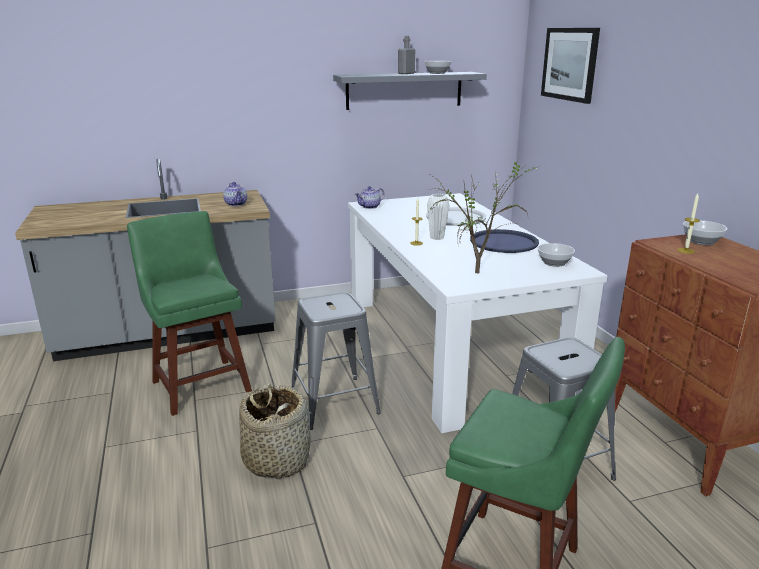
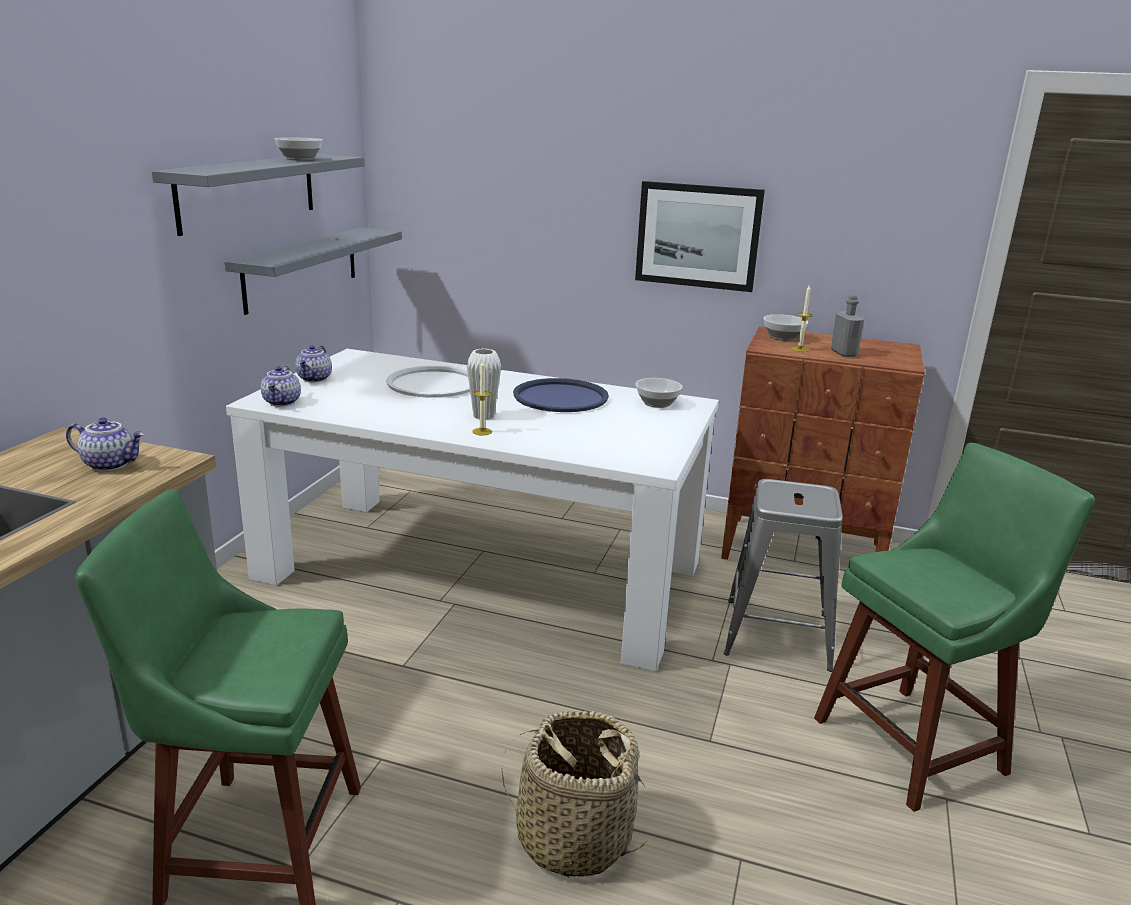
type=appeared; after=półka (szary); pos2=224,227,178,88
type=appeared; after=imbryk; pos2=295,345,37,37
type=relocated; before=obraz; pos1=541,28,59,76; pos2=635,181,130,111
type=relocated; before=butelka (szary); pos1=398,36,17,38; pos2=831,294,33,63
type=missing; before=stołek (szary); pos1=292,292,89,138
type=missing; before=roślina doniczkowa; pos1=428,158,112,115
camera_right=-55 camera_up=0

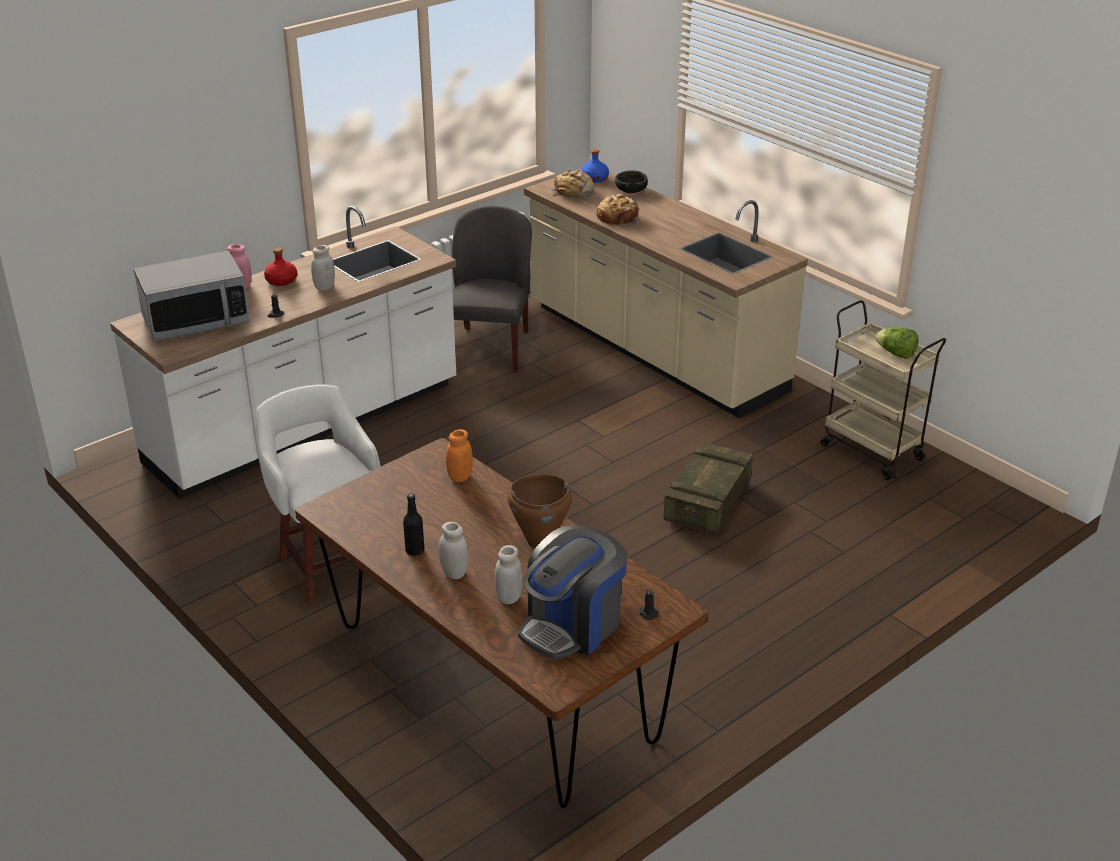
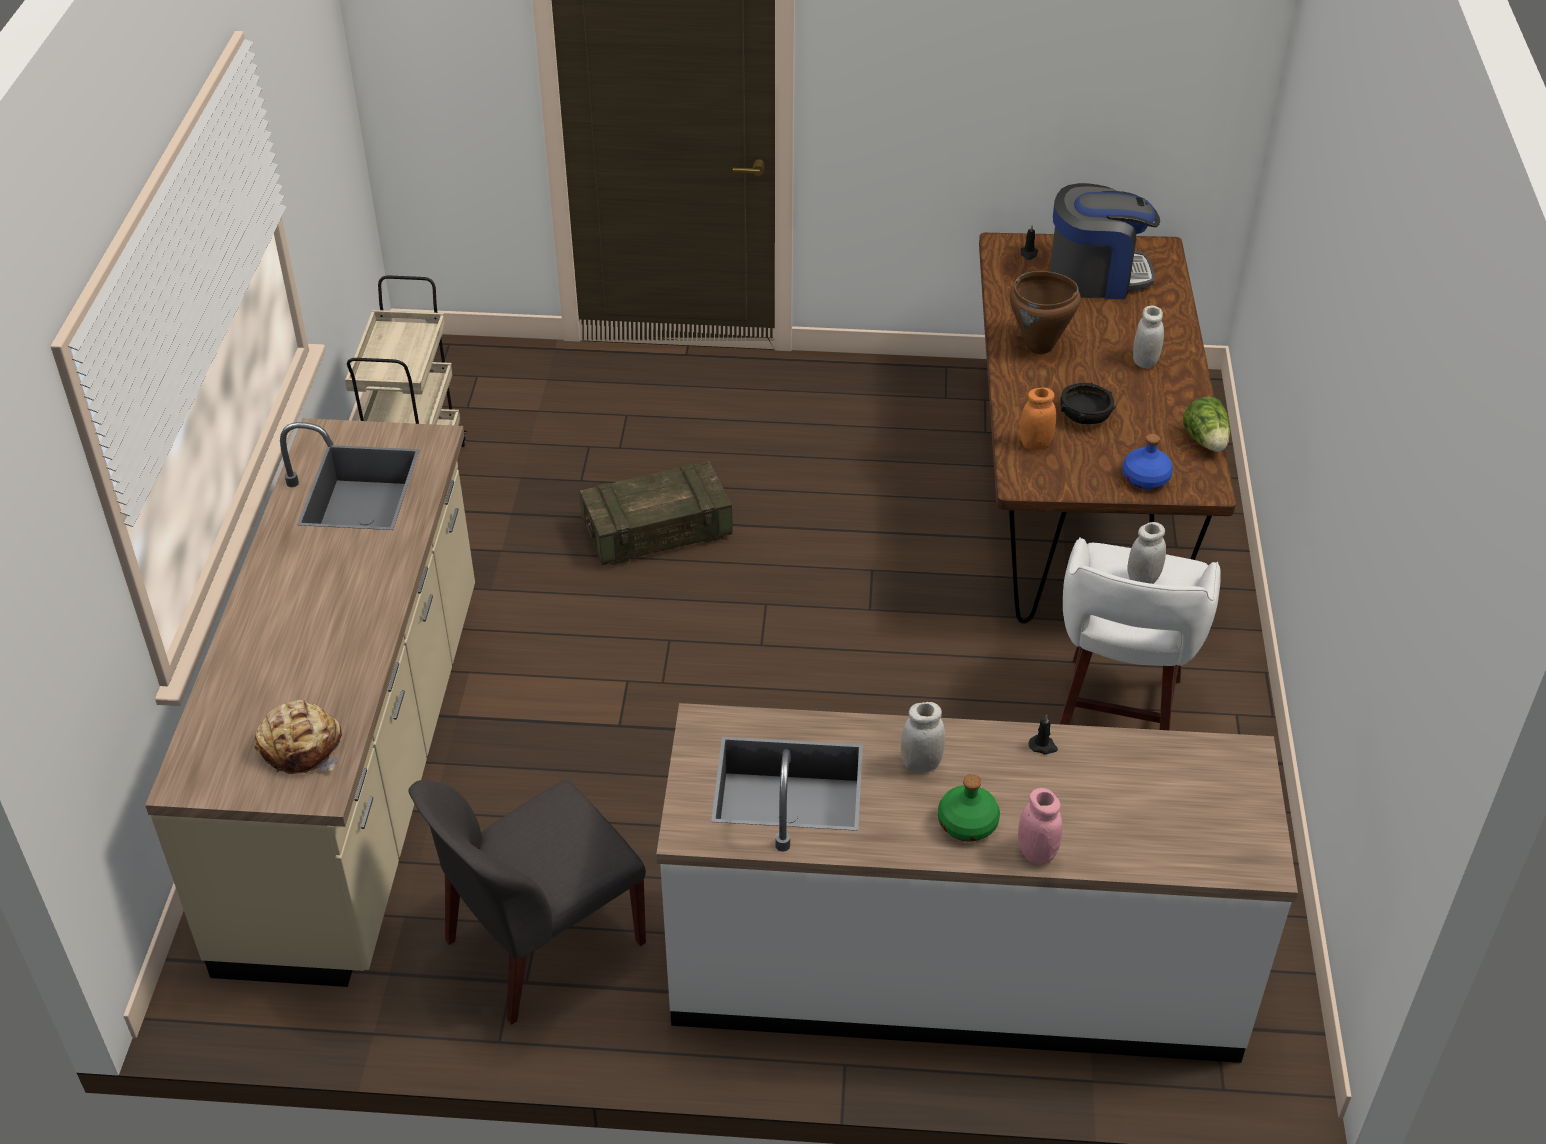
type=colour; before=butelka (czerwony); after=butelka (zielony); pos1=264,248,33,38; pos2=938,774,62,68
type=relocated; before=miska (czarny); pos1=615,170,33,23; pos2=1060,383,56,41
type=relocated; before=butelka (niebieski); pos1=581,149,28,34; pos2=1122,434,51,56
type=relocated; before=słoik (biały); pos1=495,545,27,59; pos2=1128,522,38,62
type=relocated; before=sałata; pos1=876,327,43,32; pos2=1183,397,47,55
type=missing; before=mikrofalówka; pos1=134,251,116,90
type=missing; before=butelka (czarny); pos1=403,493,21,63
type=missing; before=chleb; pos1=596,194,44,31
camera_right=-135 camera_up=10

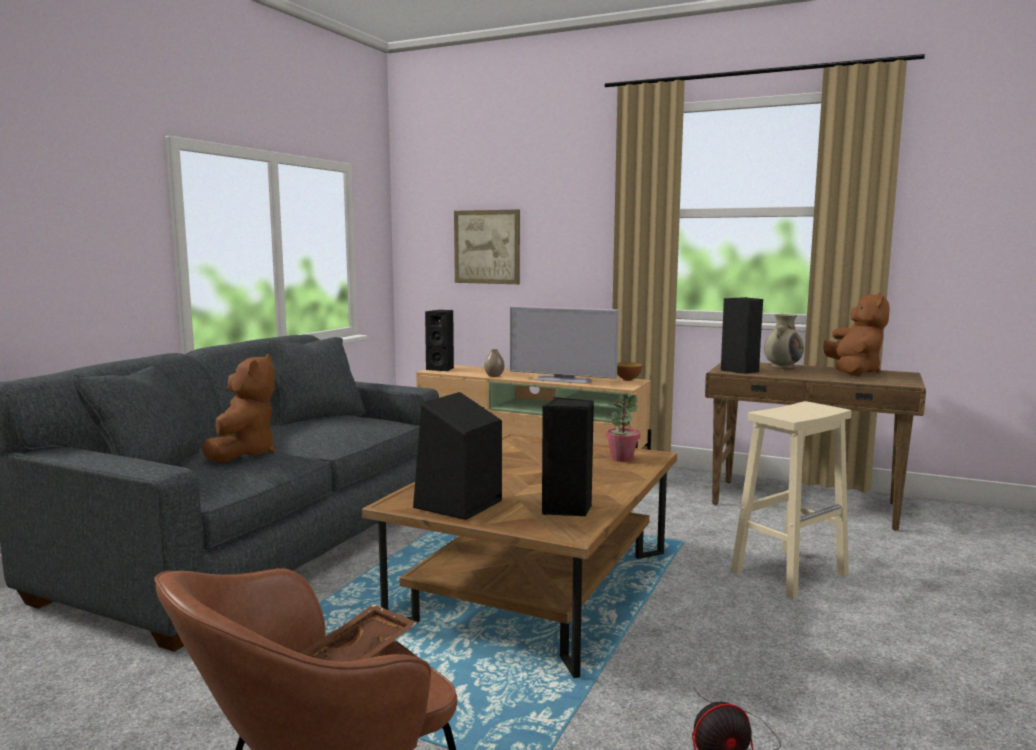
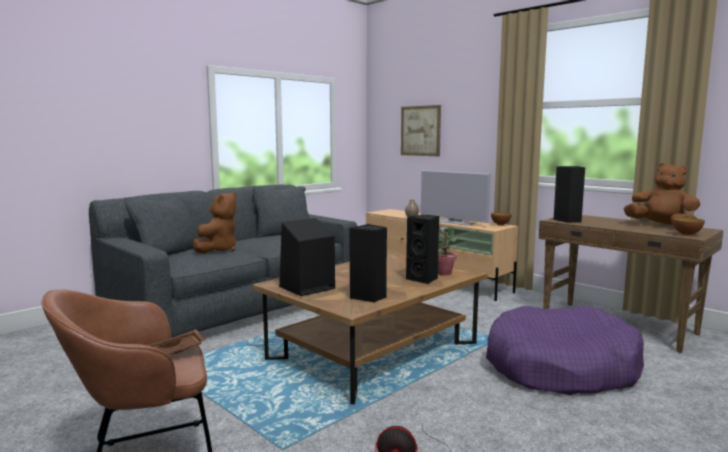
type=relocated; before=głośnik (czarny); pos1=425,310,29,62; pos2=406,215,33,69
type=exchanged; before=stołek (beżowy); after=legowisko (fioletowy); pos1=731,401,120,198; pos2=486,306,158,89
type=spun; before=pluszak (brązowy); pos1=823,293,67,83; pos2=624,163,76,62; turn=-75
type=appeared; after=miska; pos2=672,217,33,19
type=missing; before=wazon (beżowy); pos1=764,314,40,55
camera_right=20 camera_up=0

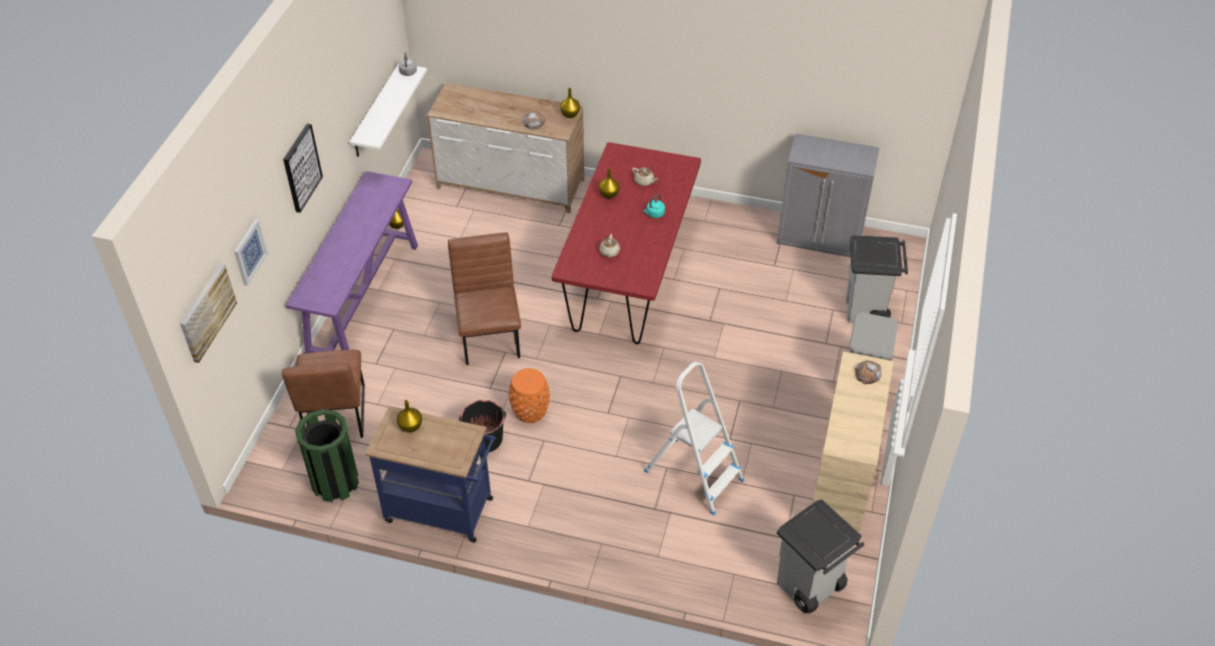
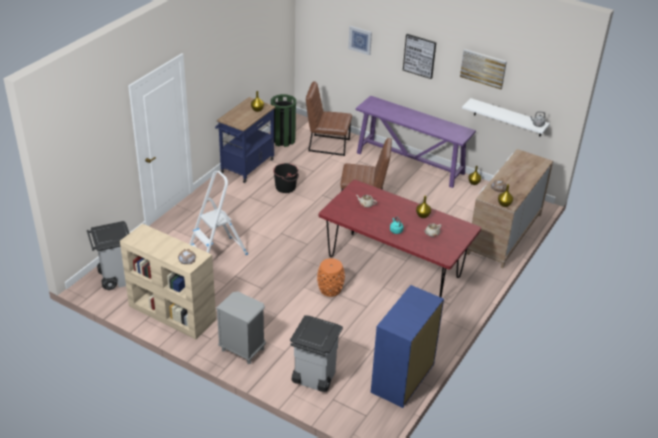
type=relocated; before=stołek (pomarańczowy); pos1=509,368,41,55; pos2=317,258,28,39
type=colour; before=szafka (szary); after=szafka (niebieski); pos1=777,133,102,124; pos2=371,285,73,123
type=relocated; before=obraz; pos1=180,263,57,100; pos2=460,49,47,41
camera_right=105 camera_up=-10

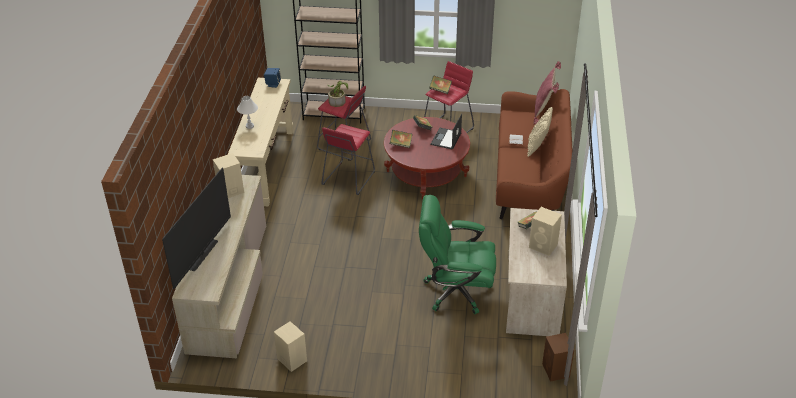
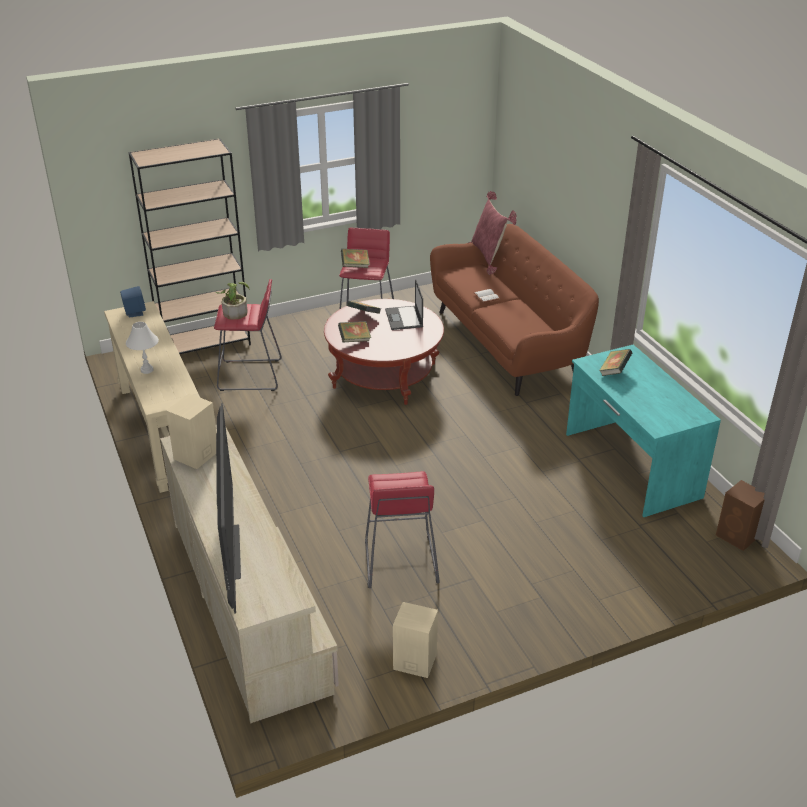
type=relocated; before=stołek (czerwony); pos1=322,124,53,71; pos2=365,471,75,117
type=colour; before=biurko (beżowy); after=biurko (turkusowy); pos1=506,208,61,128; pos2=566,345,155,172
type=missing; before=krzesło biurowe (zielony); pos1=419,195,77,119
type=missing; before=poduszka (beżowy); pos1=527,107,26,50
type=missing; before=głośnik (beżowy); pos1=529,207,33,49
camera_right=-30 camera_up=-5

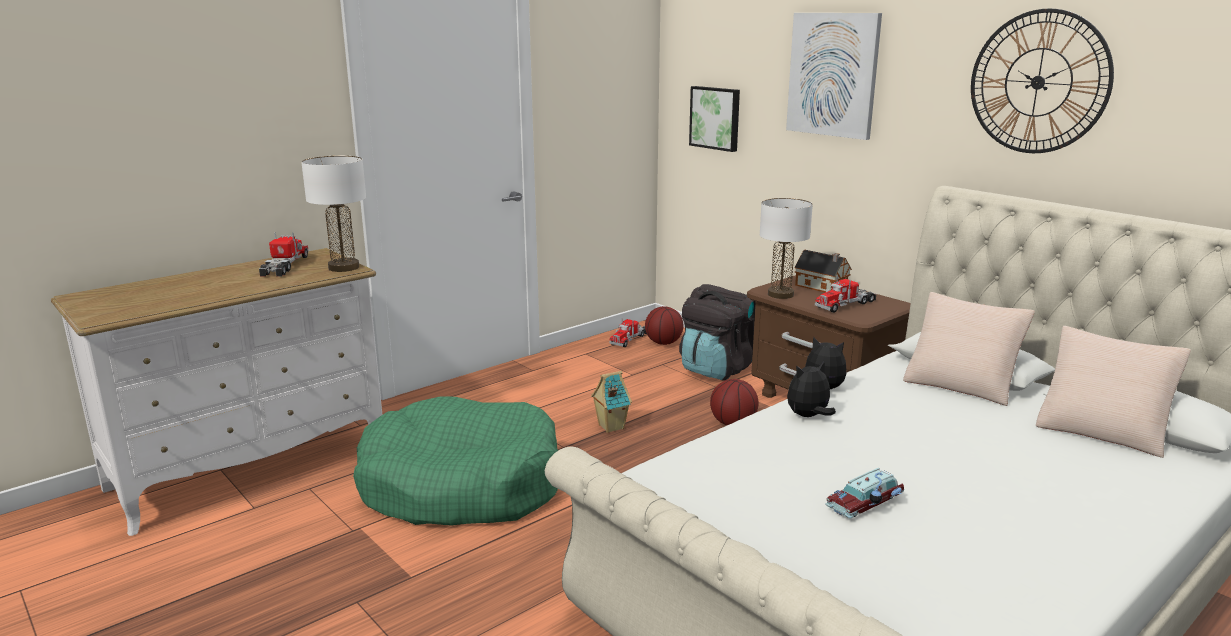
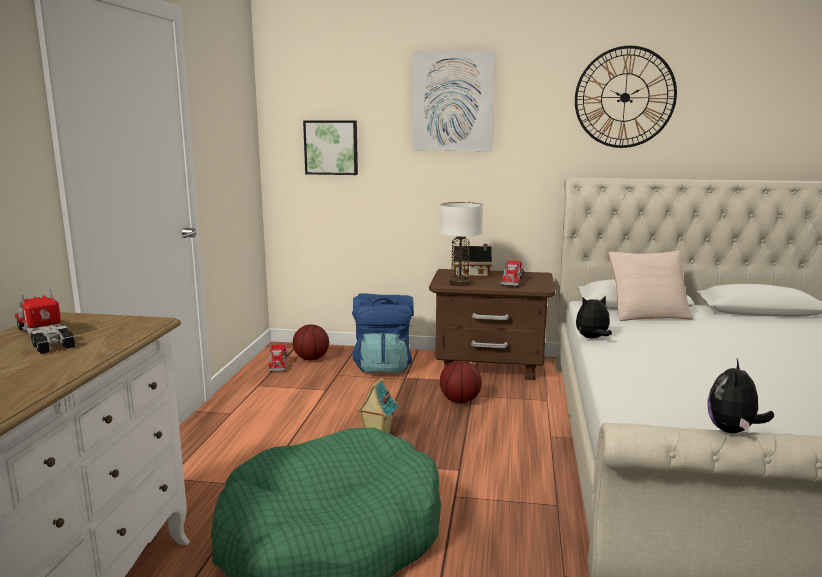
type=colour; before=plecak (czarny); after=plecak (niebieski); pos1=679,284,77,96; pos2=352,293,61,80
type=relocated; before=pluszak; pos1=787,361,49,56; pos2=707,359,67,74
type=missing; before=lampa stołowa; pos1=301,156,65,116
type=missing; before=samochodzik; pos1=826,468,78,51
type=missing; before=poduszka (beżowy); pos1=1036,326,155,132
camera_right=-40 camera_up=-5

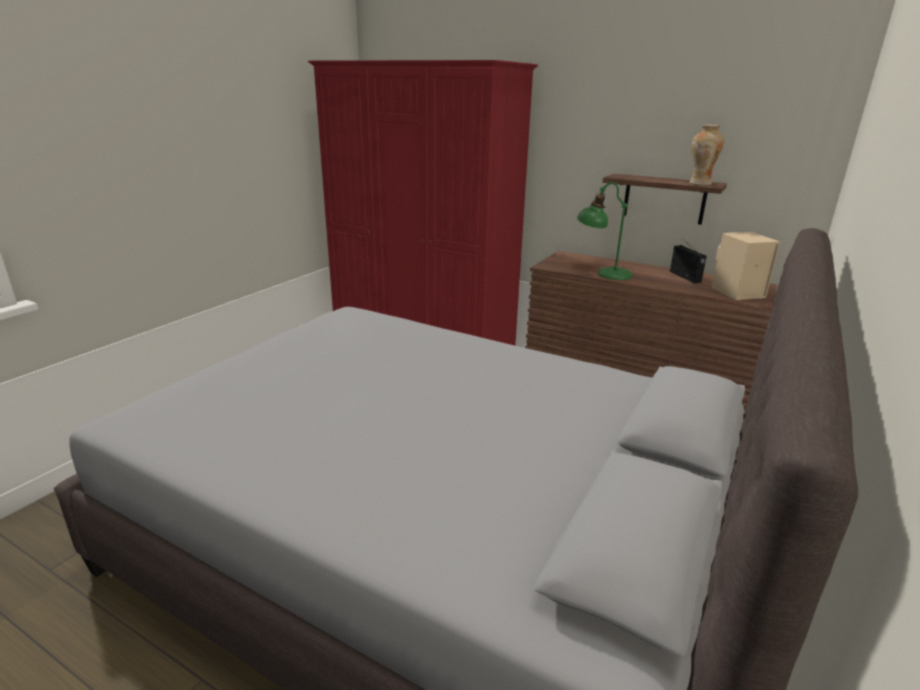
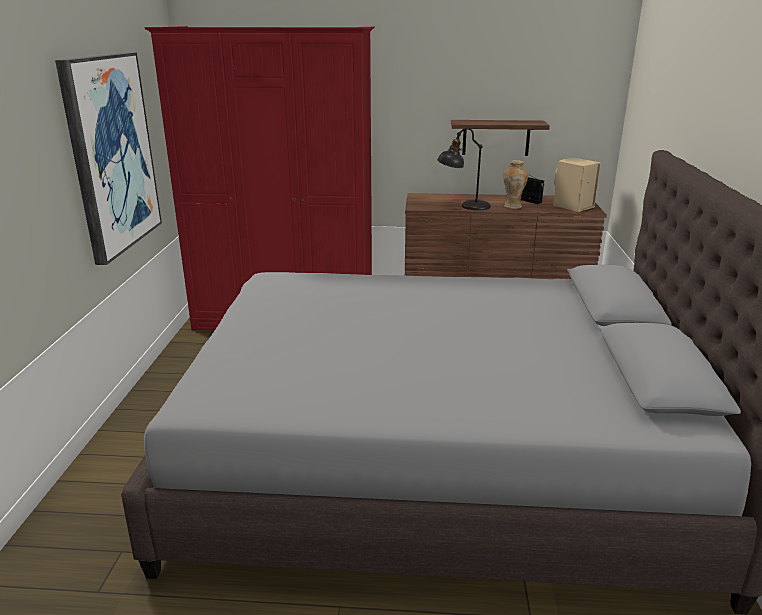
type=appeared; after=obraz; pos2=55,52,107,213
type=colour; before=lampa stołowa (zielony); after=lampa stołowa (szary); pos1=577,182,55,98; pos2=437,128,54,82
type=relocated; before=wazon; pos1=689,124,35,61; pos2=503,160,25,49
camera_right=-25 camera_up=0

